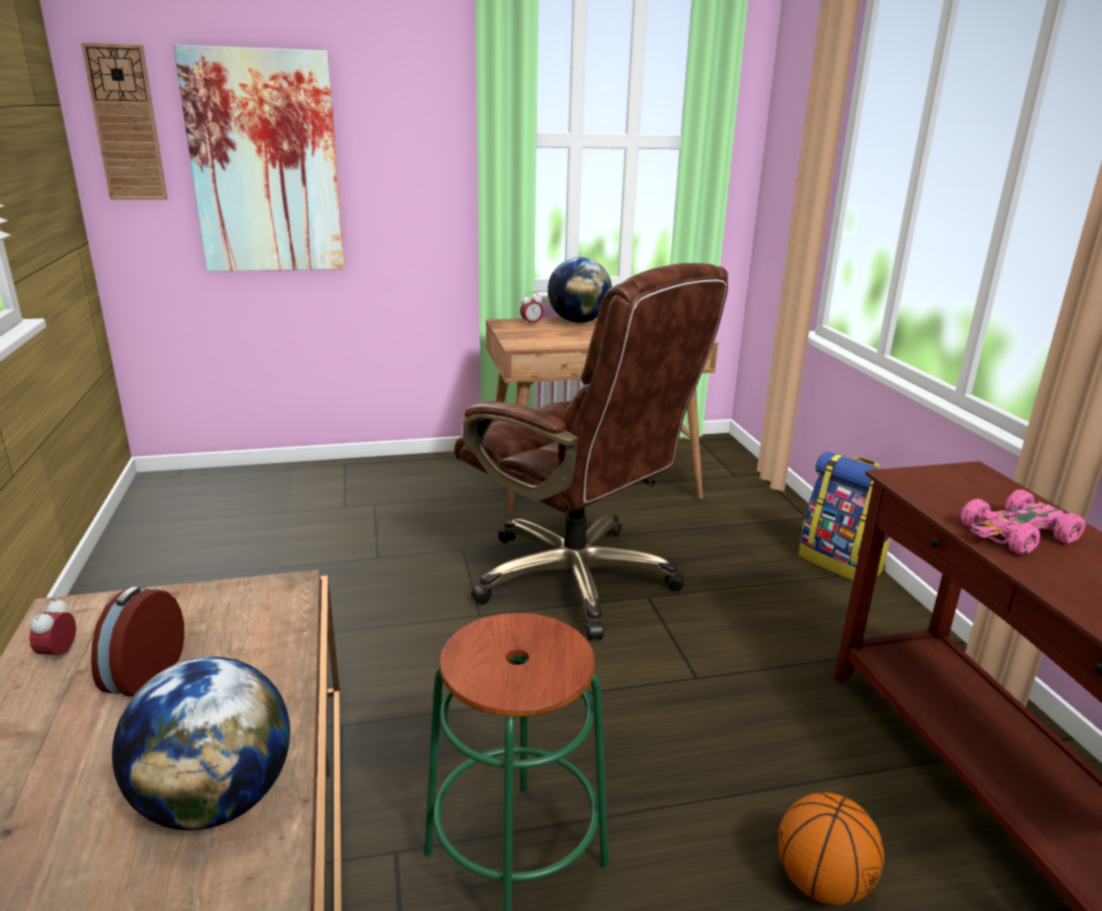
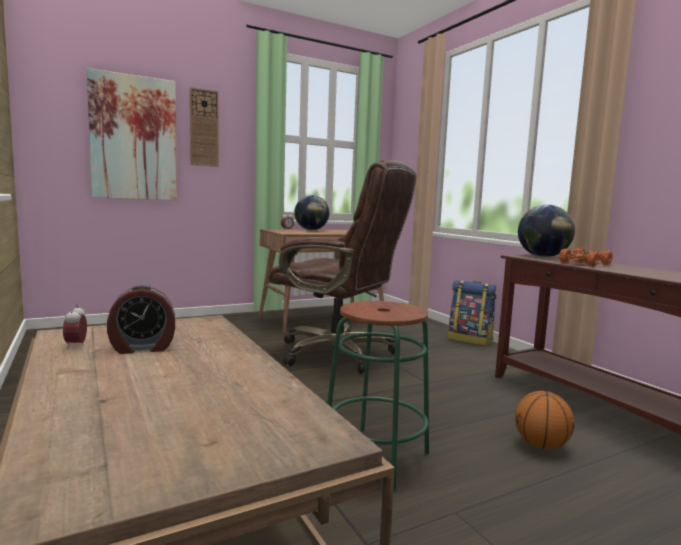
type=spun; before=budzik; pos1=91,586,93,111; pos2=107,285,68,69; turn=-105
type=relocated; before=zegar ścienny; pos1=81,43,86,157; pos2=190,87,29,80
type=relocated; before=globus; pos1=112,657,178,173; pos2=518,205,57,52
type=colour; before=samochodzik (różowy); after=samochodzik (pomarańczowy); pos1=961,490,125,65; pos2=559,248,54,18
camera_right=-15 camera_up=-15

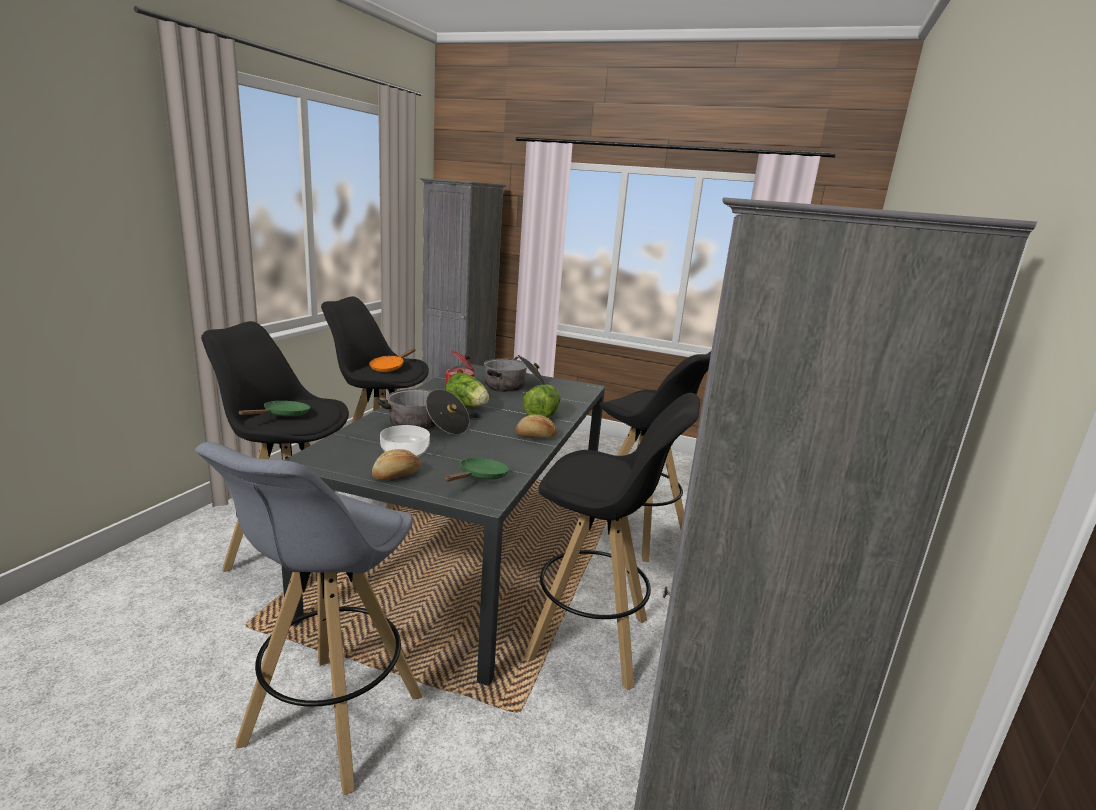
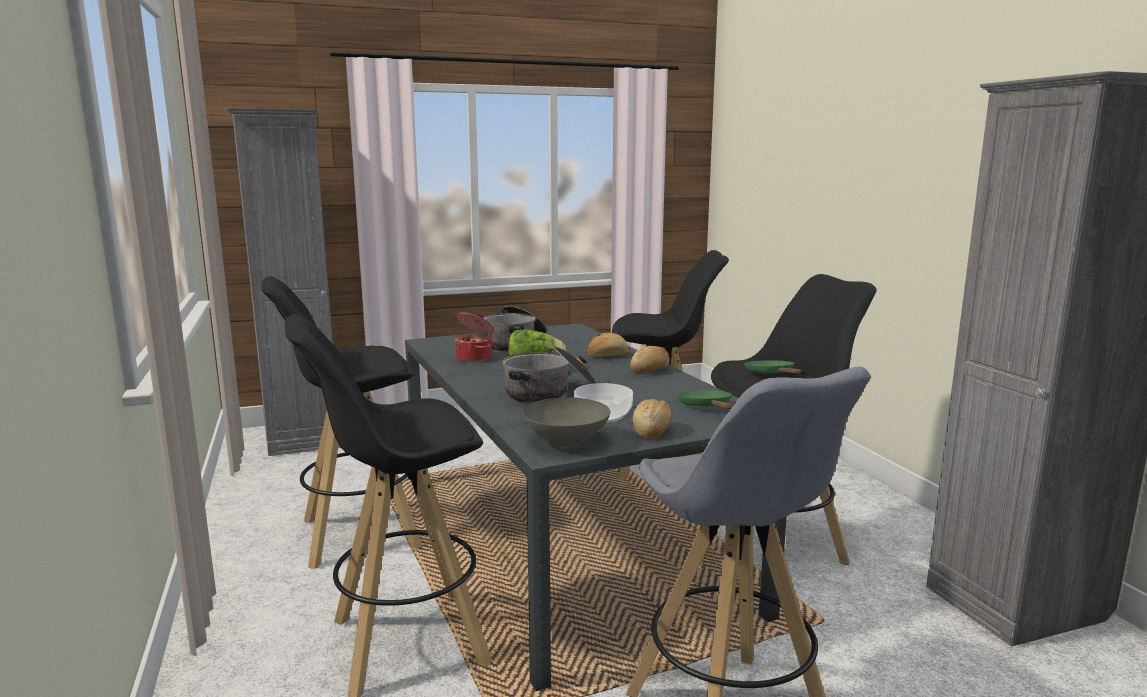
type=appeared; after=miska (szary); pos2=523,397,87,50
type=exchanged; before=sałata; after=chleb; pos1=523,384,37,34; pos2=588,333,41,24
type=relocated; before=patelnia (zielony); pos1=238,401,72,15; pos2=744,360,57,14
type=missing; before=patelnia (pomarańczowy); pos1=369,349,46,23
camera_right=-40 camera_up=-5

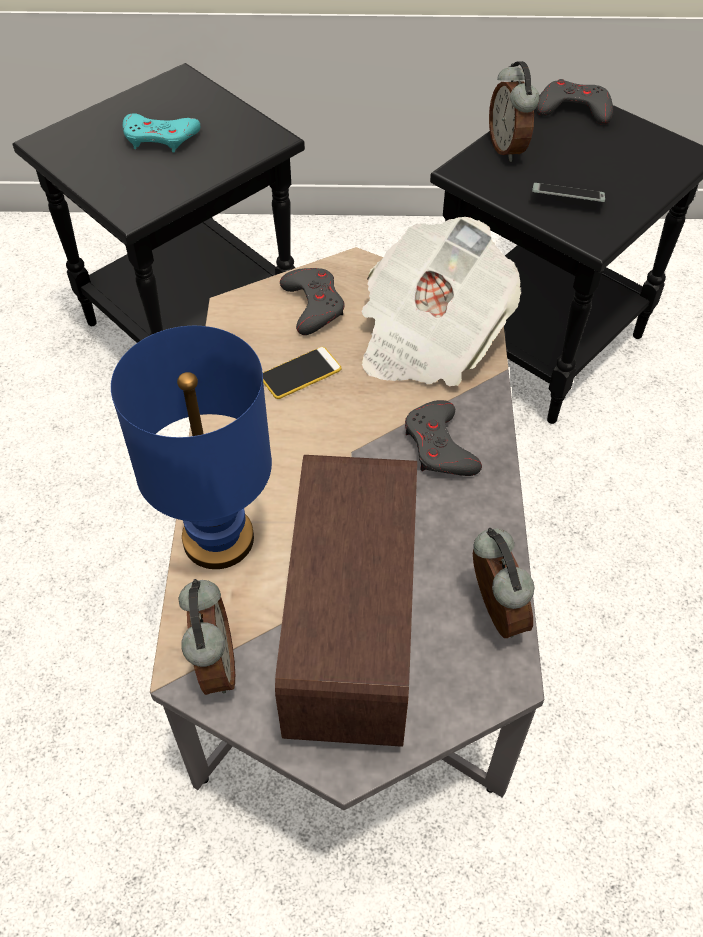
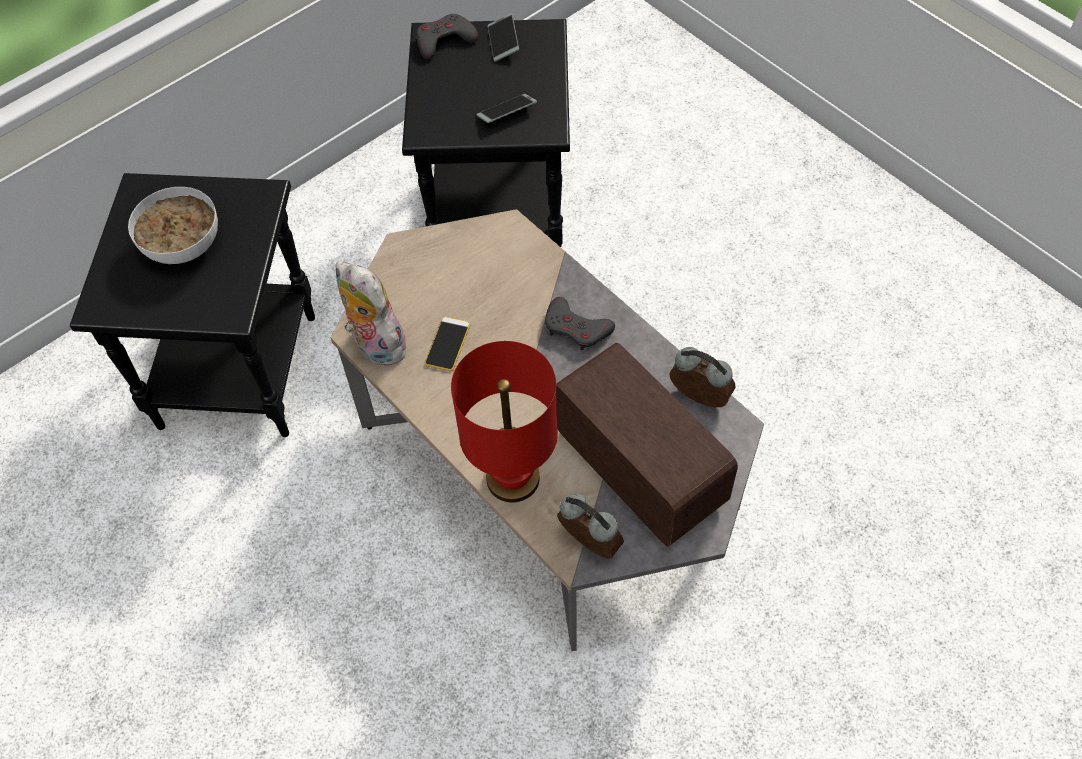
type=exchanged; before=pad do gier (turkusowy); after=miska; pos1=123,113,77,39; pos2=128,187,90,77
type=appeared; after=pluszak; pos2=335,262,78,104
type=colour; before=lampa stołowa (niebieski); after=lampa stołowa (czerwony); pos1=111,326,161,243; pos2=451,341,107,162
type=appeared; after=telefon; pos2=488,13,31,49
type=missing; before=pad do gier (szary); pos1=280,268,64,67
type=missing; before=gazeta; pos1=361,217,160,169
type=missing; before=budzik; pos1=489,61,50,101
camera_right=-40 camera_up=5

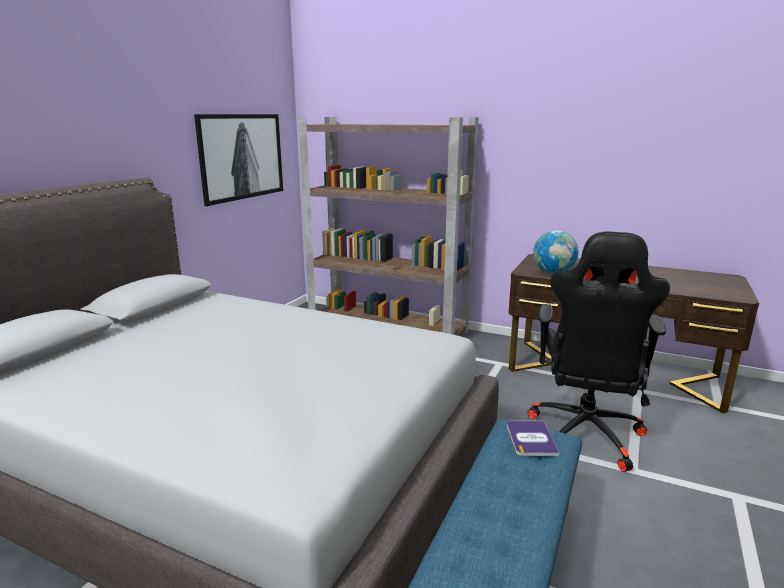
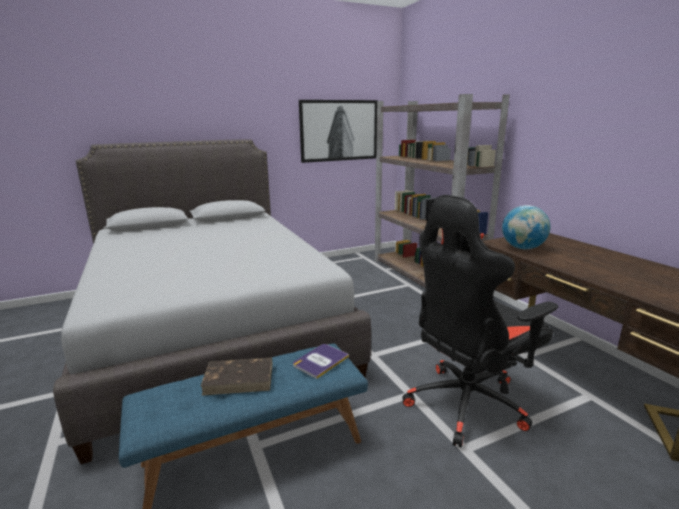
type=appeared; after=książka (brązowy); pos2=200,358,72,38
camera_right=40 camera_up=0

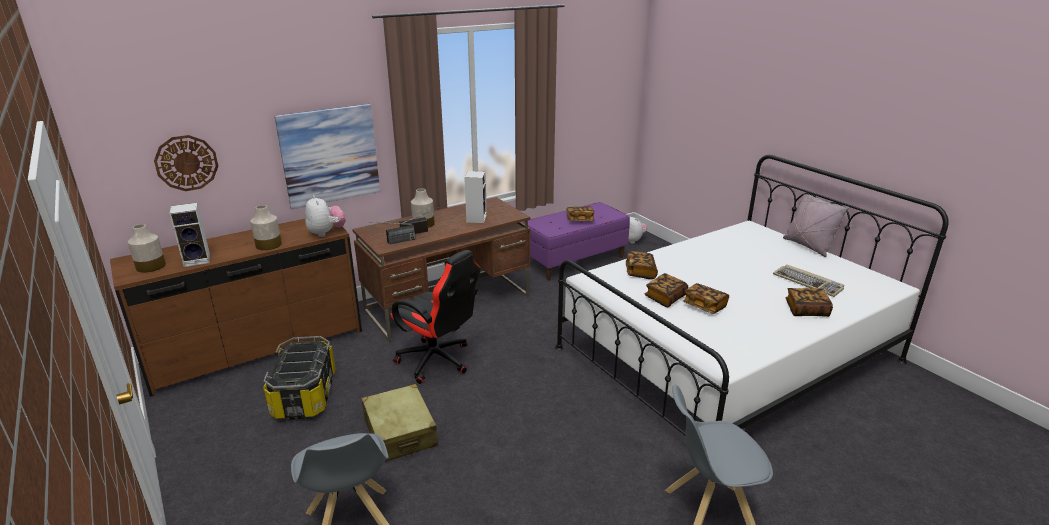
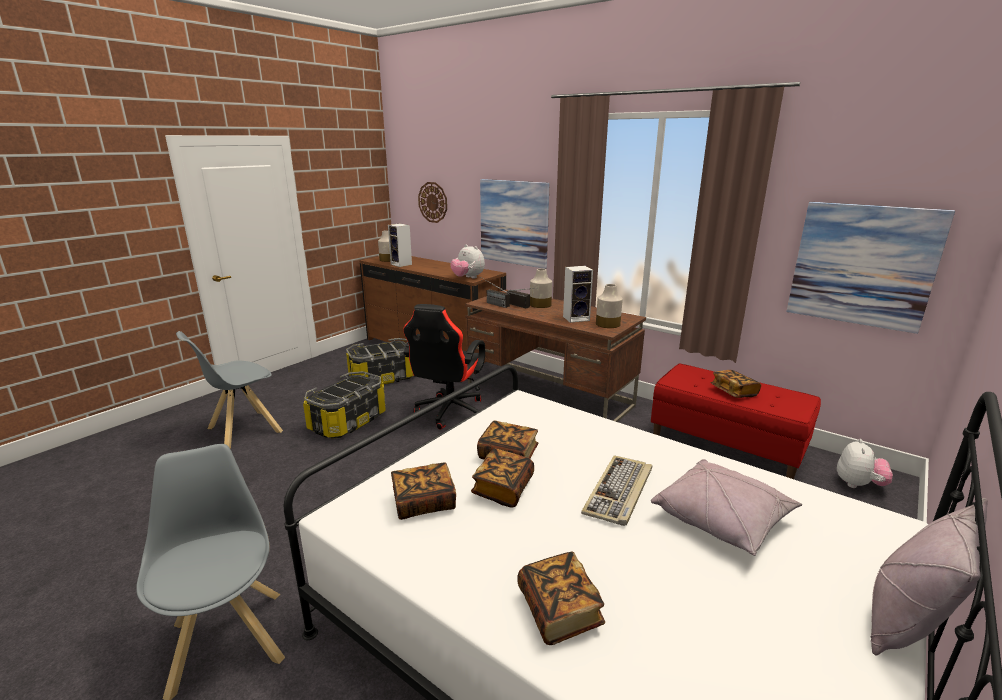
type=exchanged; before=walizka (beżowy); after=pojemnik do przechowywania; pos1=361,384,77,77; pos2=303,371,83,68
type=relocated; before=książka; pos1=626,251,32,28; pos2=391,463,65,57
type=spun; before=pluszak; pos1=305,195,41,42; pos2=450,244,35,35; turn=90
type=relocated; before=klawiatura; pos1=773,265,71,32; pos2=581,455,71,71
type=relocated; before=wazon (beżowy); pos1=250,205,32,45; pos2=596,284,27,44
type=colour; before=ławka (fioletowy); after=ławka (czerwony); pos1=523,202,107,79; pos2=651,364,170,115
type=appeared; after=poduszka (fioletowy); pos2=651,459,151,97
type=appeared; after=obraz; pos2=786,202,169,132
camera_right=70 camera_up=-5

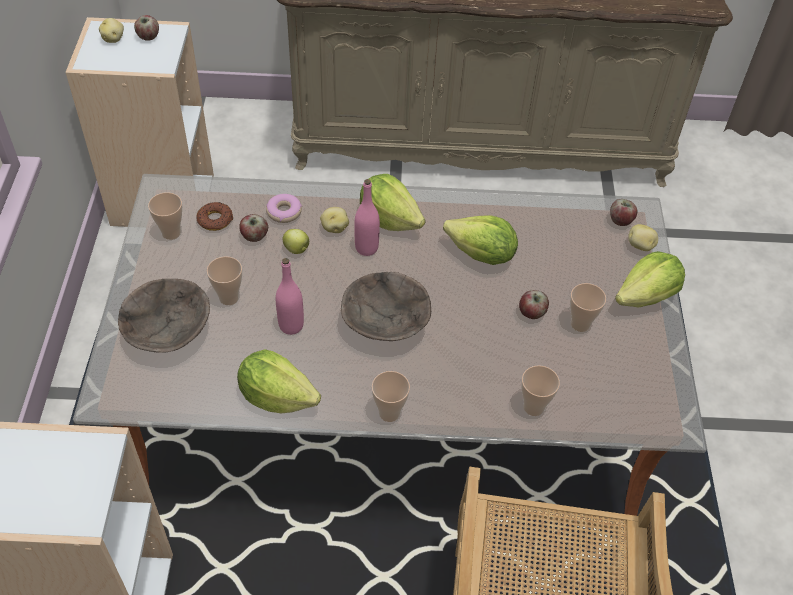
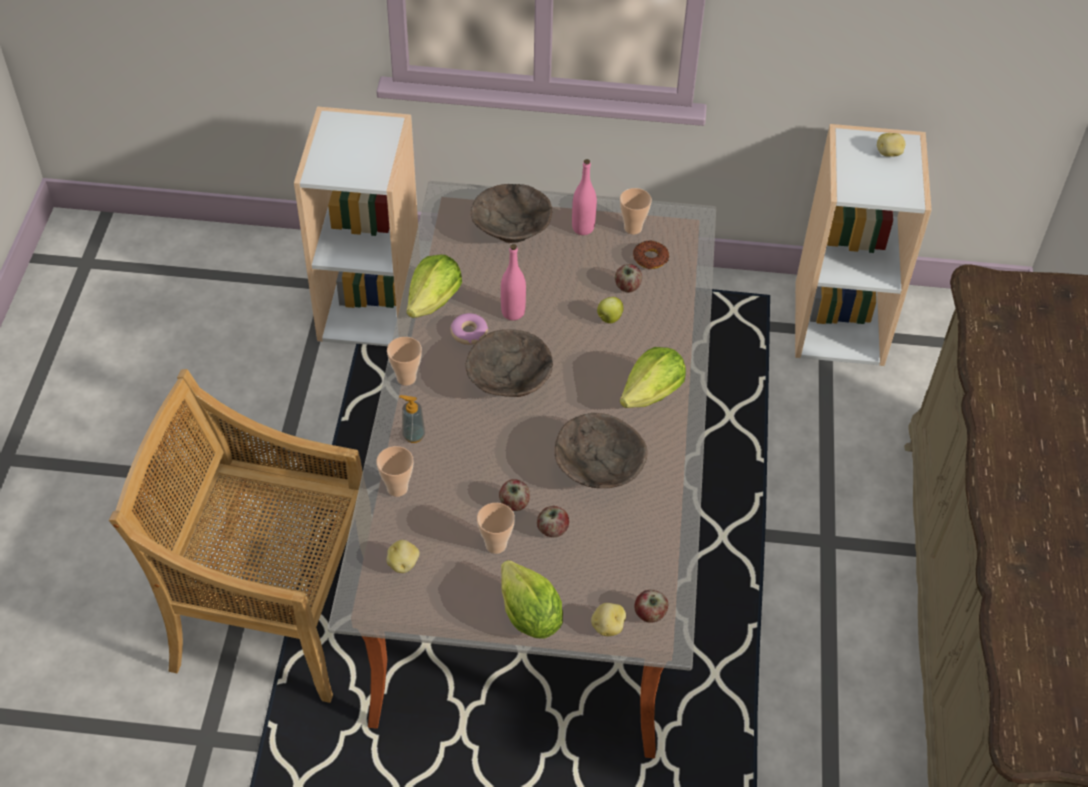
type=relocated; before=ziemniak; pos1=320,207,29,26; pos2=387,540,33,33
type=appeared; after=dozownik mydła; pos2=399,395,26,48
type=relocated; before=donut; pos1=266,194,36,29; pos2=450,313,39,32
type=relocated; before=jabłko; pos1=134,15,25,25; pos2=537,506,32,31
type=exchanged; before=sałata; after=miska (brązowy); pos1=443,215,75,50; pos2=555,413,93,75
type=relocated; before=butelka (różowy); pos1=354,179,26,77; pos2=572,159,25,76
type=missing; before=filiżanka; pos1=207,256,35,49
camera_right=95 camera_up=0

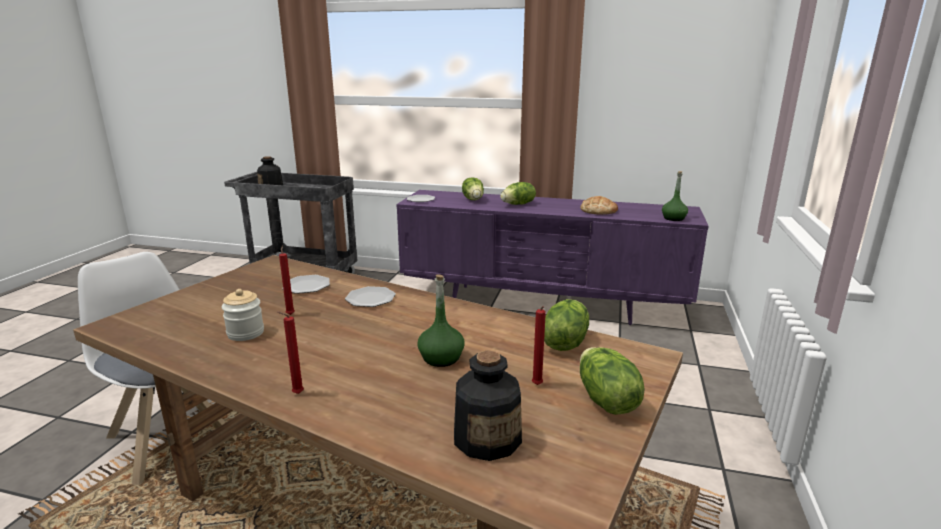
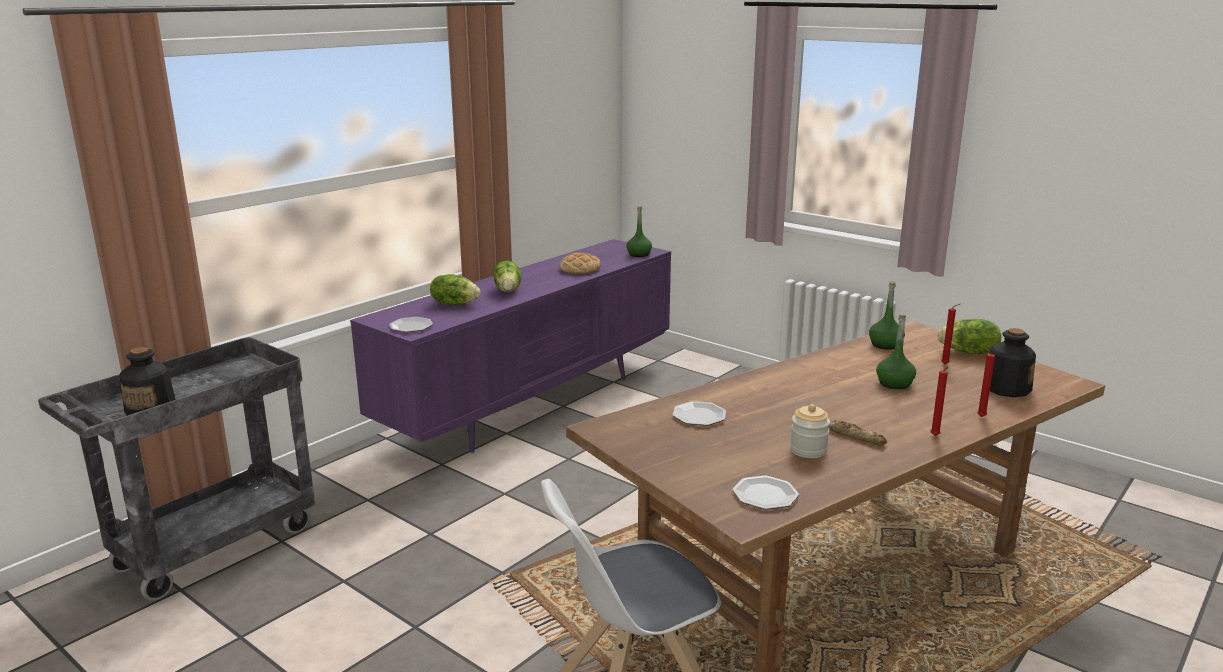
type=relocated; before=talerz; pos1=345,286,51,21; pos2=732,475,67,35
type=appeared; after=chleb; pos2=828,420,59,26
type=exchanged; before=sałata; after=butelka (zielony); pos1=544,299,45,52; pos2=869,281,36,69
type=relocated; before=świeca (czerwony); pos1=279,245,16,70; pos2=977,348,18,69
camera_right=-65 camera_up=0

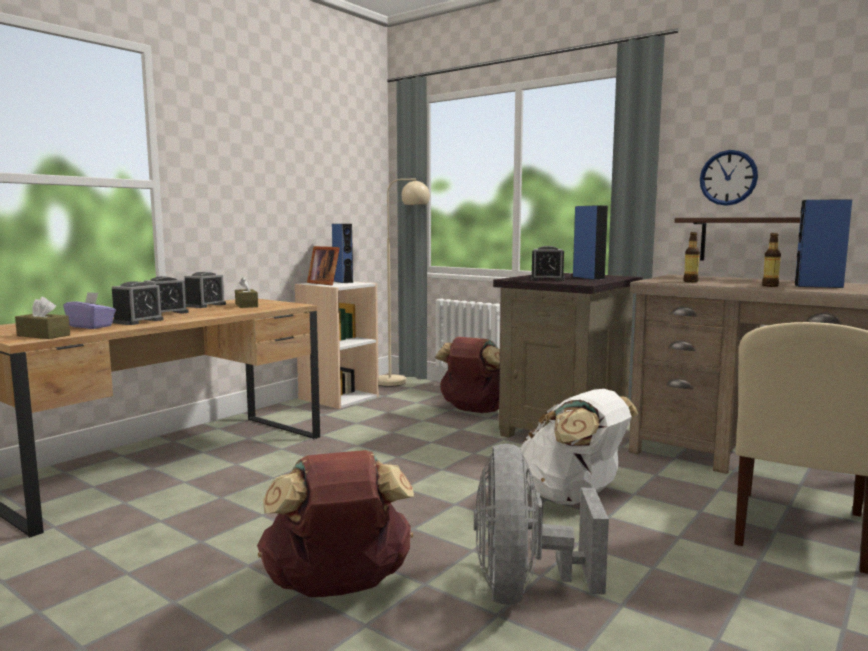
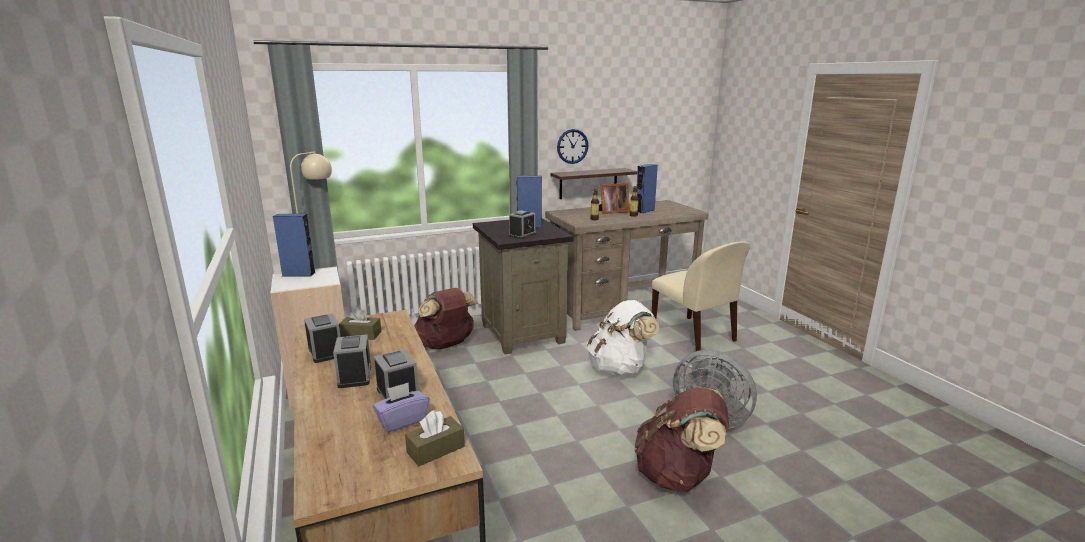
type=relocated; before=ramka na zdjęcie; pos1=307,246,33,40; pos2=599,183,31,31
camera_right=-60 camera_up=10

